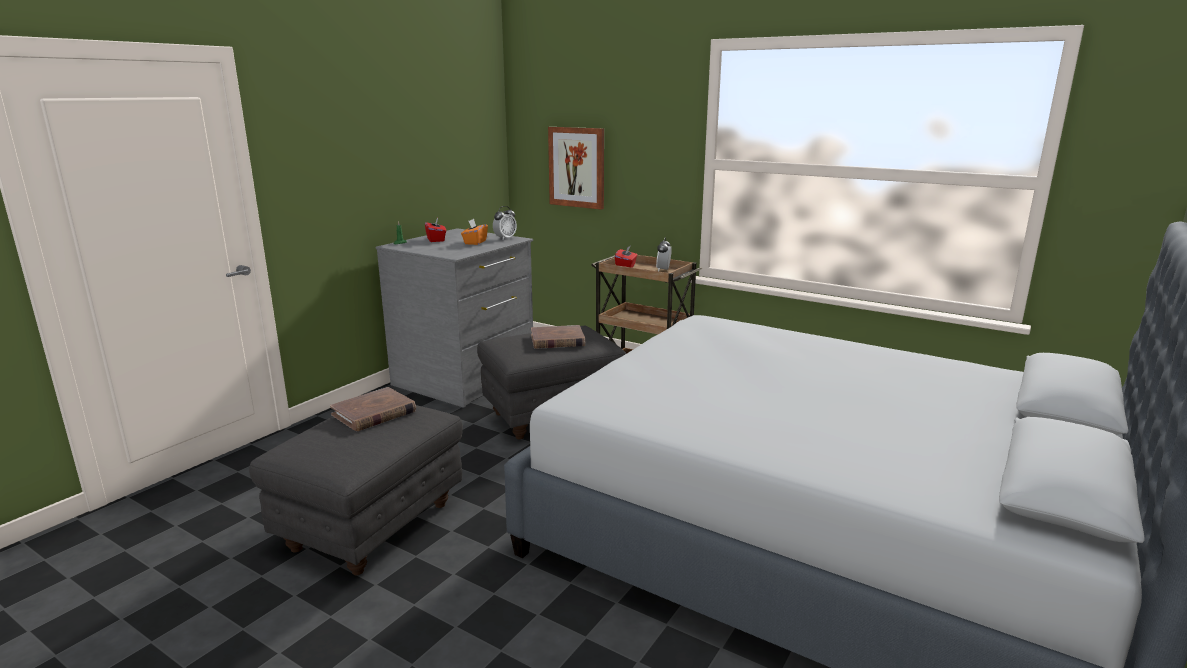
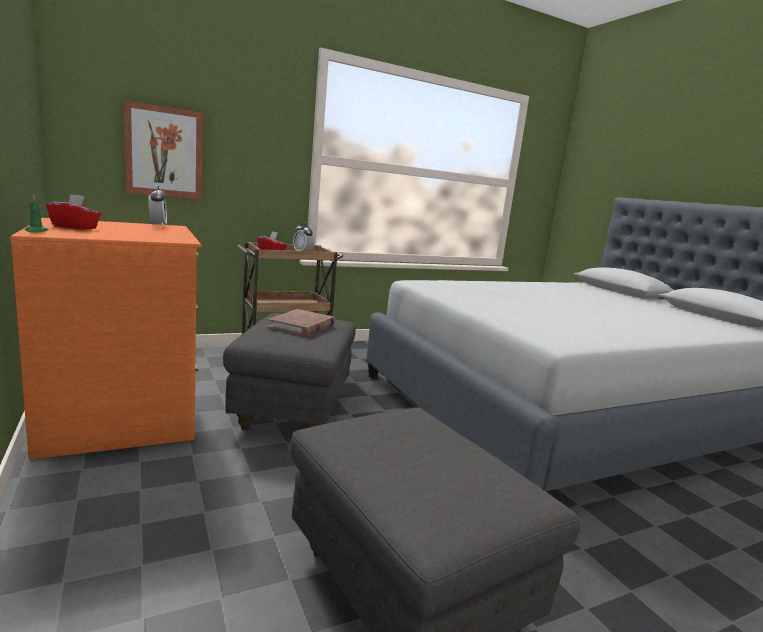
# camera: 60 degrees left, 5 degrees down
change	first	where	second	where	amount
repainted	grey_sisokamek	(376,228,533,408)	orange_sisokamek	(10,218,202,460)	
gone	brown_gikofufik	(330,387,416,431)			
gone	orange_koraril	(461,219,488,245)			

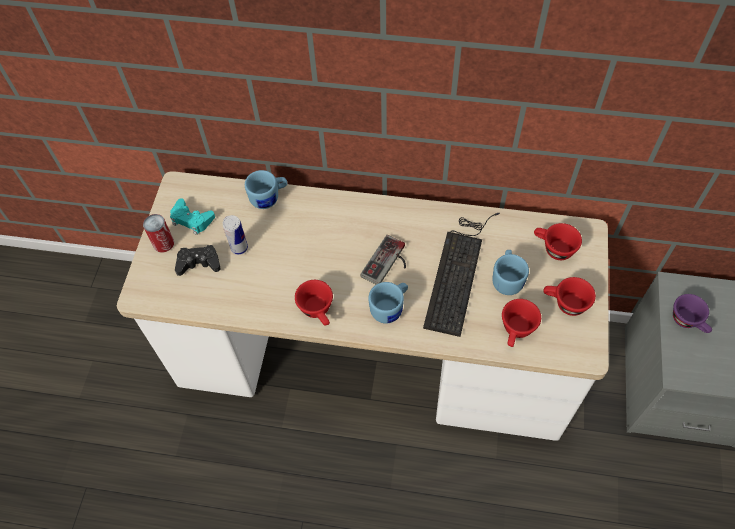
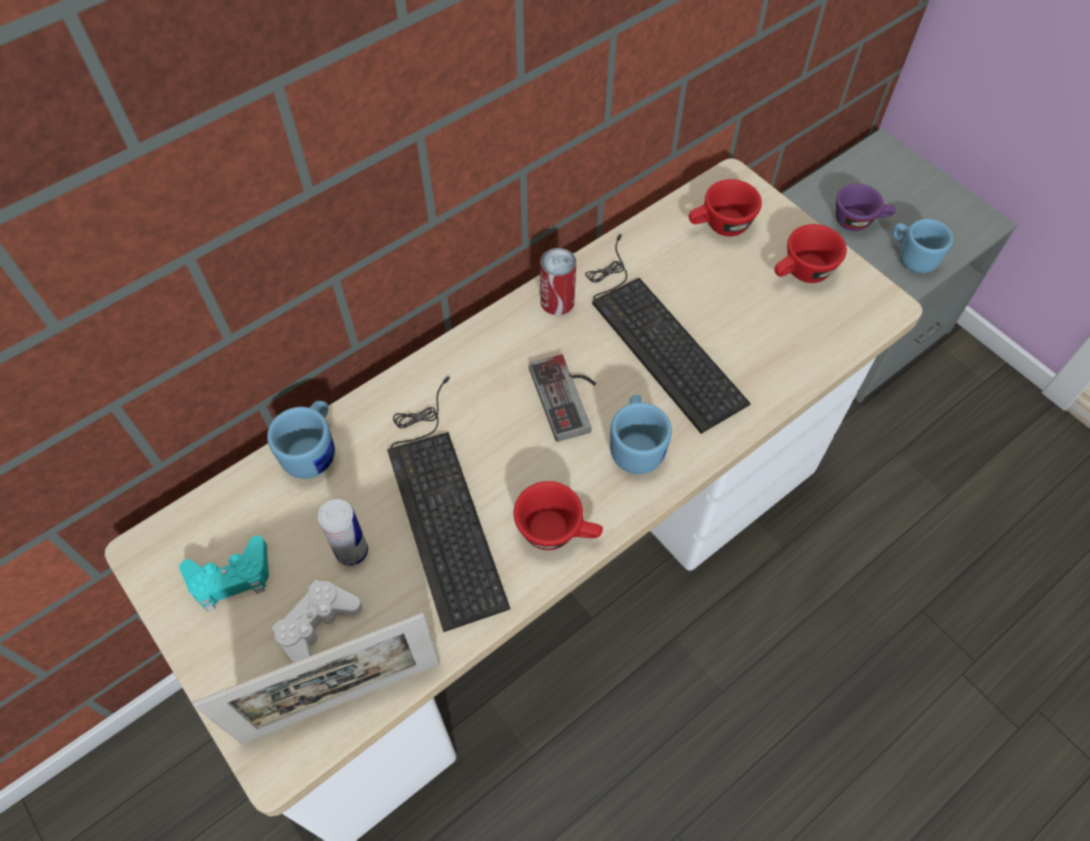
# camera: 50 degrees left, 0 degrees up
change	first	where	second	where	amount
new			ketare	(192,613,440,744)	
repainted	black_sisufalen	(175,245,221,276)	white_sisufalen	(272,580,362,663)	
new			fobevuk	(387,376,510,632)	
shifted	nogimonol	(143,214,174,253)		(540,248,577,315)	
shifted	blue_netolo	(492,250,529,295)		(893,219,953,273)	
gone	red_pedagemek	(502,299,541,347)			

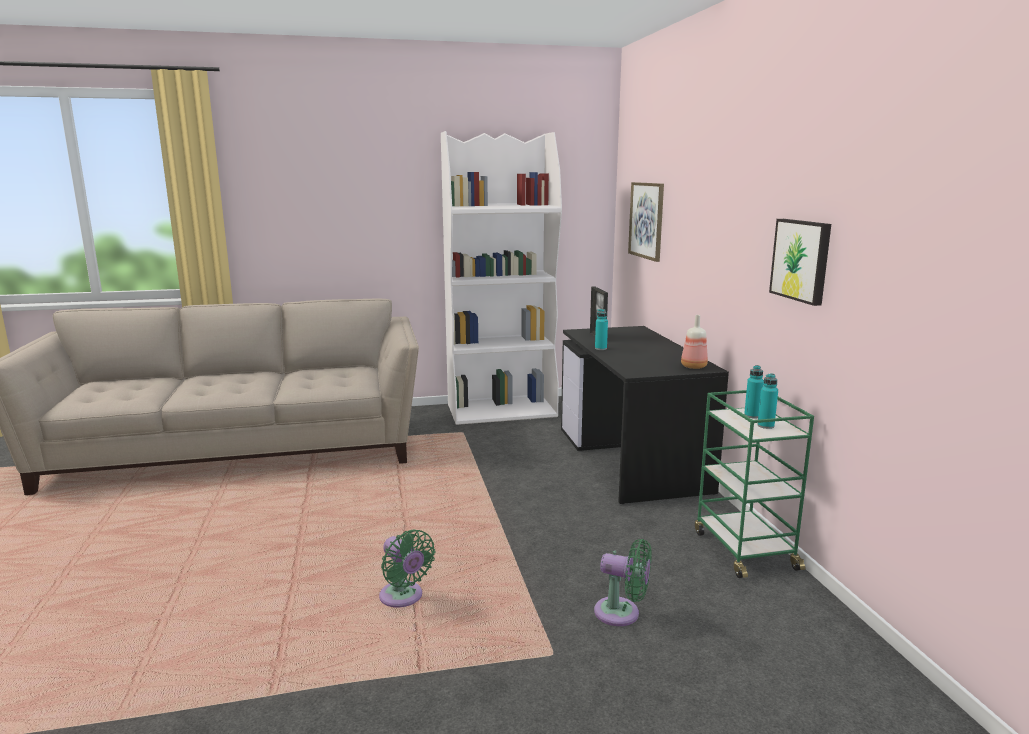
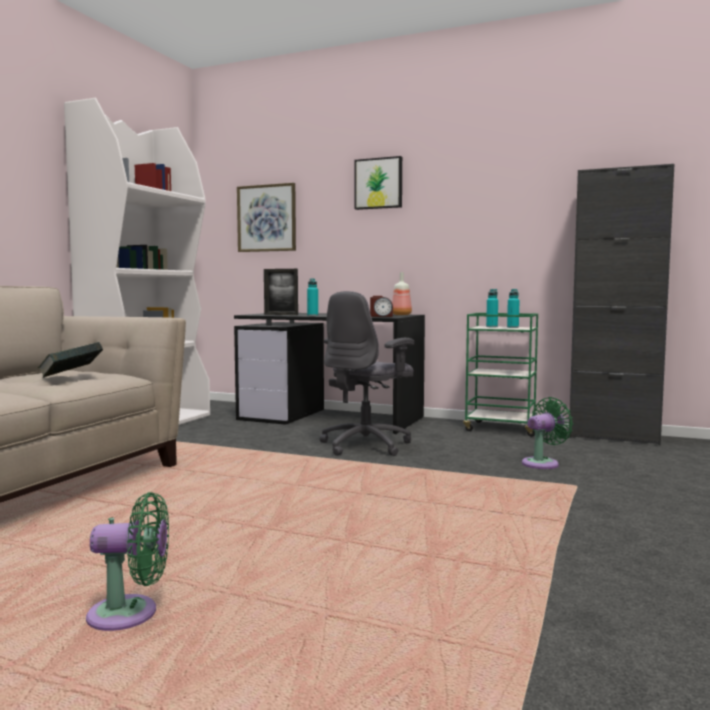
# camera: 55 degrees left, 10 degrees down
change	first	where	second	where	amount
new			gikofufik	(38,342,103,378)	
shifted	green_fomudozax	(379,529,435,607)		(86,492,169,631)	
new			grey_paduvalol	(320,291,414,456)	
shifted	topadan	(769,219,831,306)		(355,156,402,210)	
new			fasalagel	(370,296,393,317)	
new			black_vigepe	(569,164,675,445)	

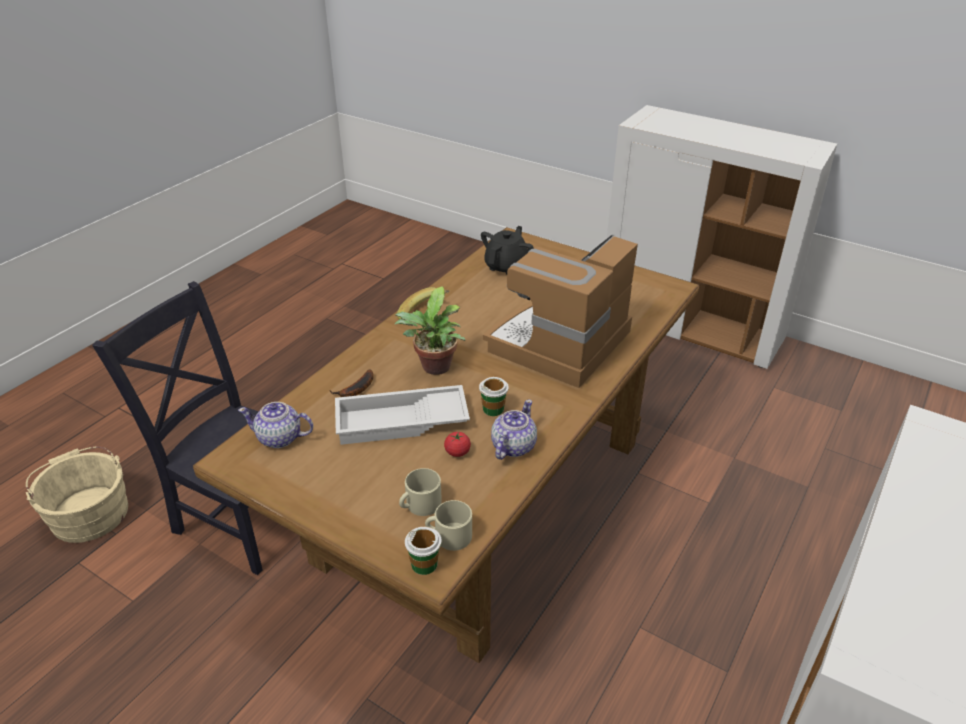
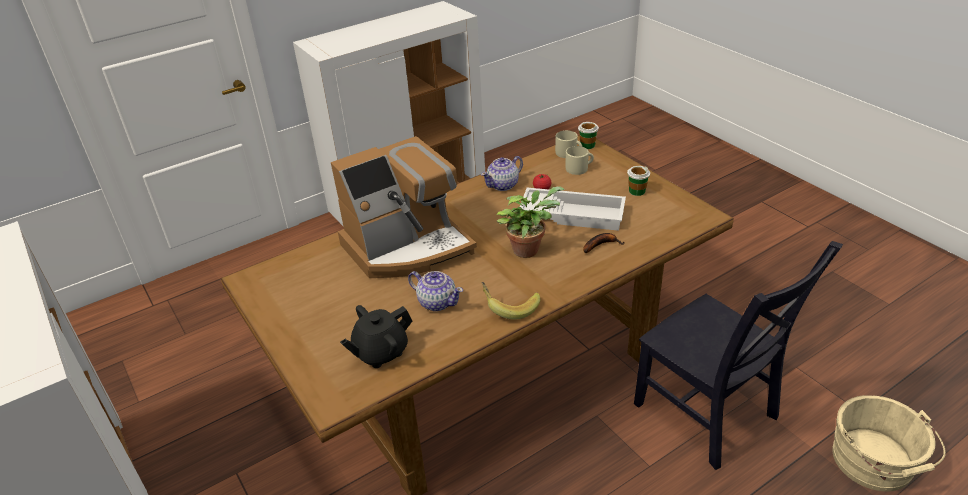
# camera: 155 degrees left, 0 degrees up
change	first	where	second	where	amount
shifted	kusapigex	(238,402,313,448)		(408,271,463,311)	
shifted	pedagemek	(479,377,509,416)		(627,166,650,196)	

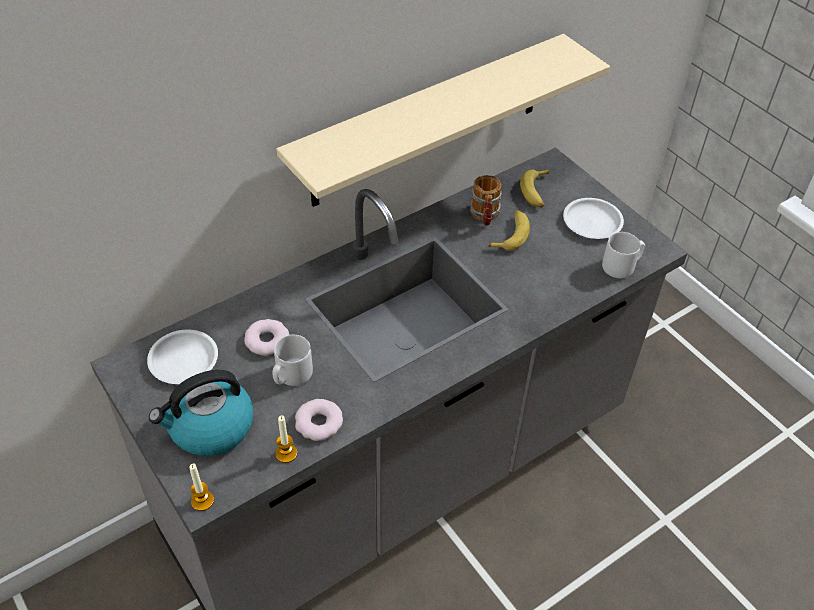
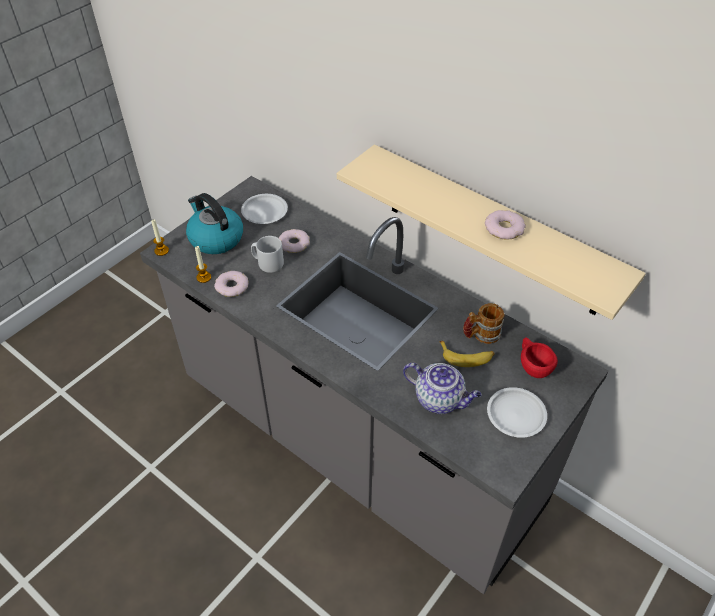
# camera: 75 degrees right, 0 degrees up
change	first	where	second	where	amount
new			kusapigex	(403,363,481,414)	
new			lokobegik	(485,210,526,240)	
swapped	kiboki	(520,169,549,208)	red_pedagemek	(521,337,558,378)	
gone	grey_netolo	(602,232,645,278)			

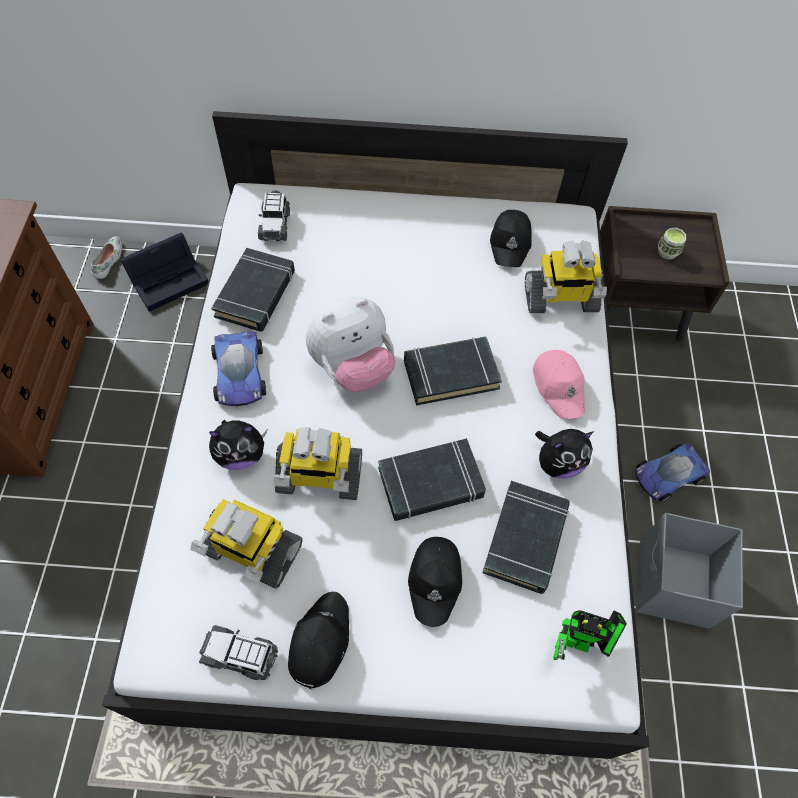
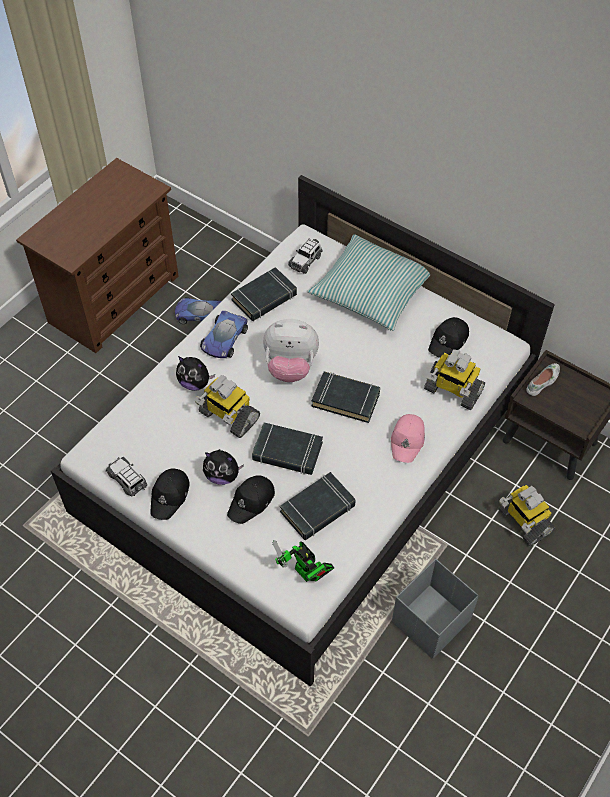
# camera: 35 degrees right, 5 degrees down
change	first	where	second	where	amount
rotated	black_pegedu	(288,592,349,690)		(150,469,190,520)	150 degrees clockwise
shifted	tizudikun	(635,443,710,502)		(175,297,222,324)	
shifted	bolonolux	(535,429,594,479)		(203,449,244,485)	
new			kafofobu	(308,234,430,331)	
shifted	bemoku	(190,499,303,589)		(498,485,555,546)	
shifted	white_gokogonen	(91,236,122,279)		(526,363,560,396)	
gone	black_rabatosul	(120,233,208,312)			
gone	pedagemek	(658,228,686,259)			

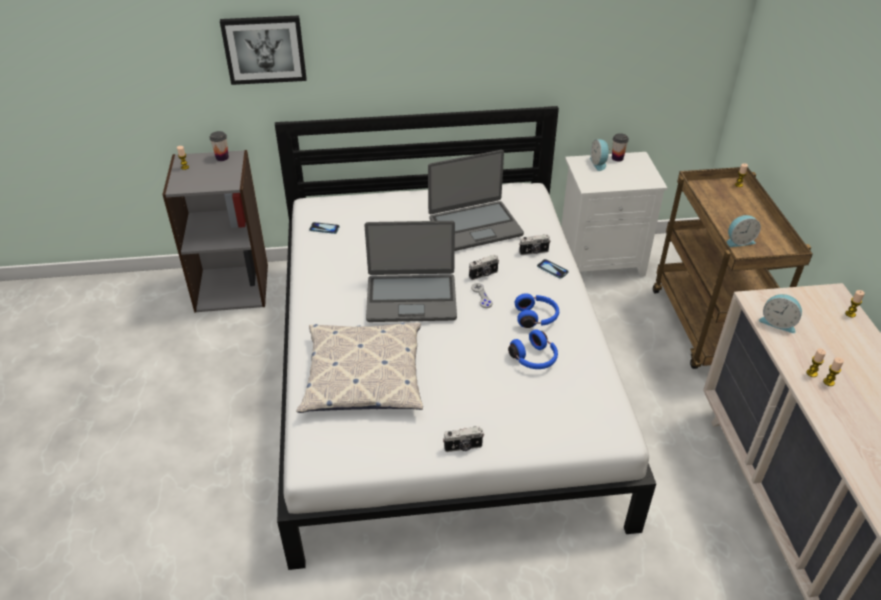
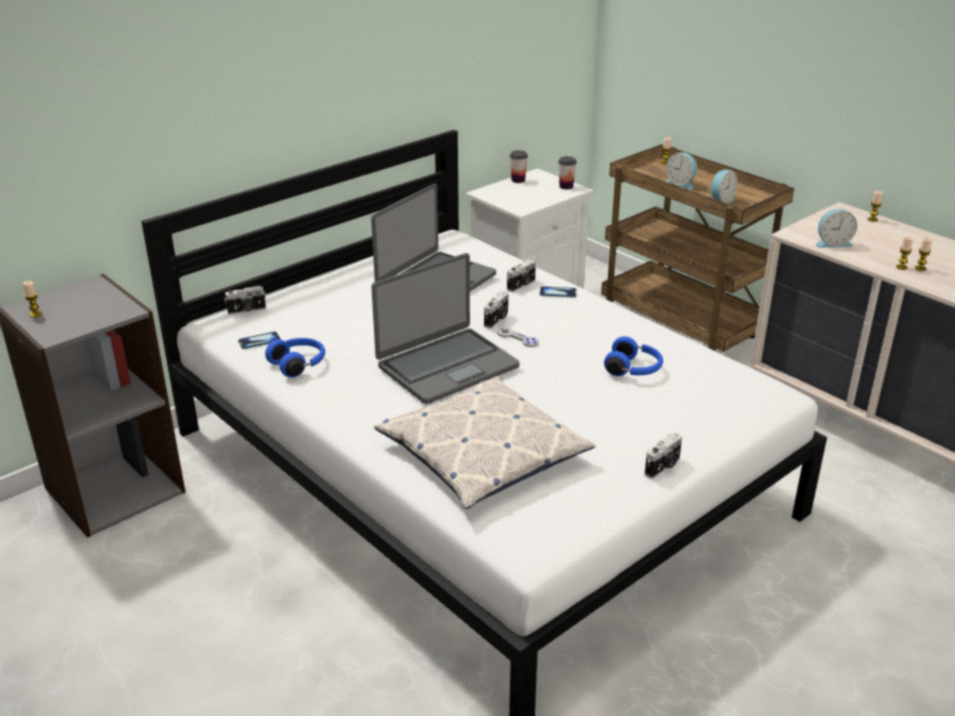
# camera: 35 degrees left, 10 degrees down
change	first	where	second	where	amount
new			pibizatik	(224,286,266,315)	
shifted	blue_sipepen	(515,294,559,328)		(265,338,325,378)	
shifted	pedagemek	(210,131,229,161)		(558,156,577,189)	
shifted	fasalagel	(590,139,610,171)		(666,152,697,190)	
gone	topadan	(220,15,307,85)			

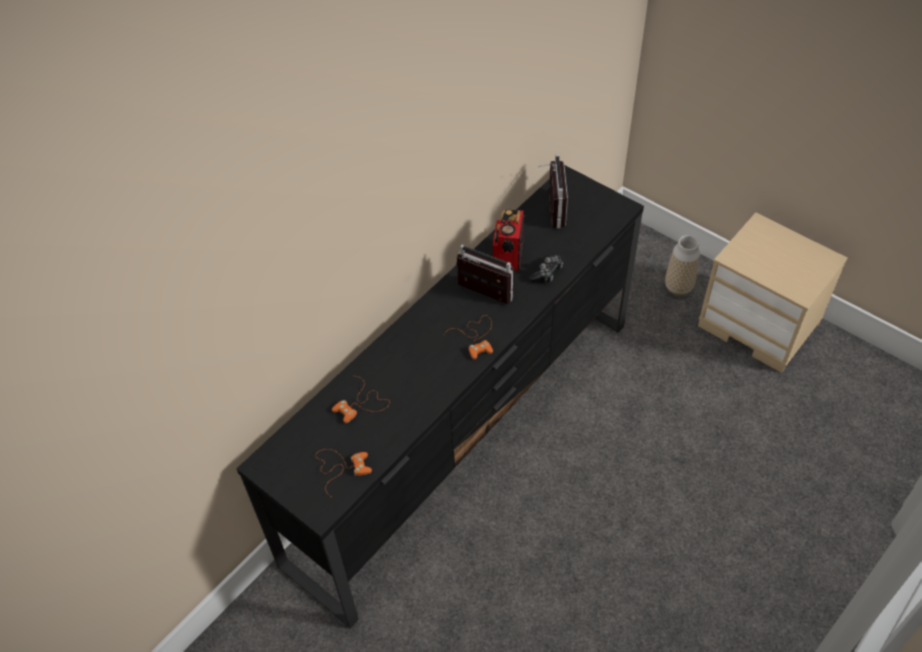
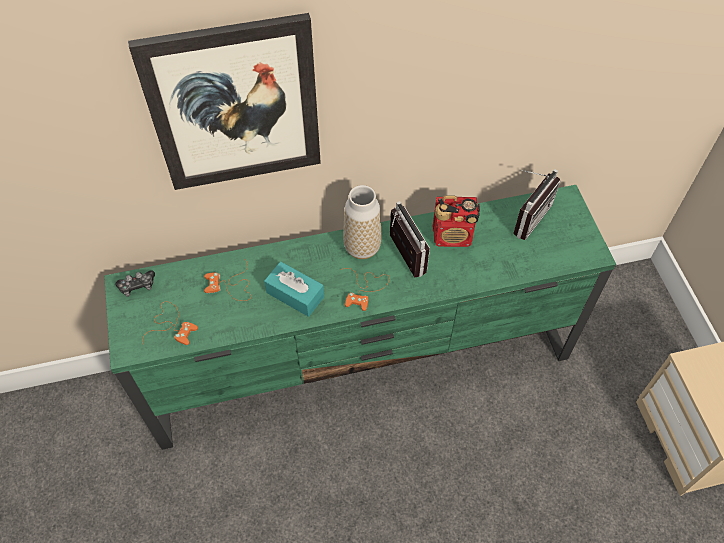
# camera: 35 degrees right, 5 degrees up
change	first	where	second	where	amount
repainted	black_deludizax	(236,165,644,629)	green_deludizax	(104,185,616,450)	
shifted	sisufalen	(529,255,563,282)		(116,270,155,297)	
new			topadan	(128,13,321,190)	
new			turquoise_koraril	(264,262,324,317)	
shifted	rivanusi	(665,235,700,295)		(343,185,382,259)	
rotated	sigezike	(493,209,524,271)		(433,195,480,247)	135 degrees counterclockwise

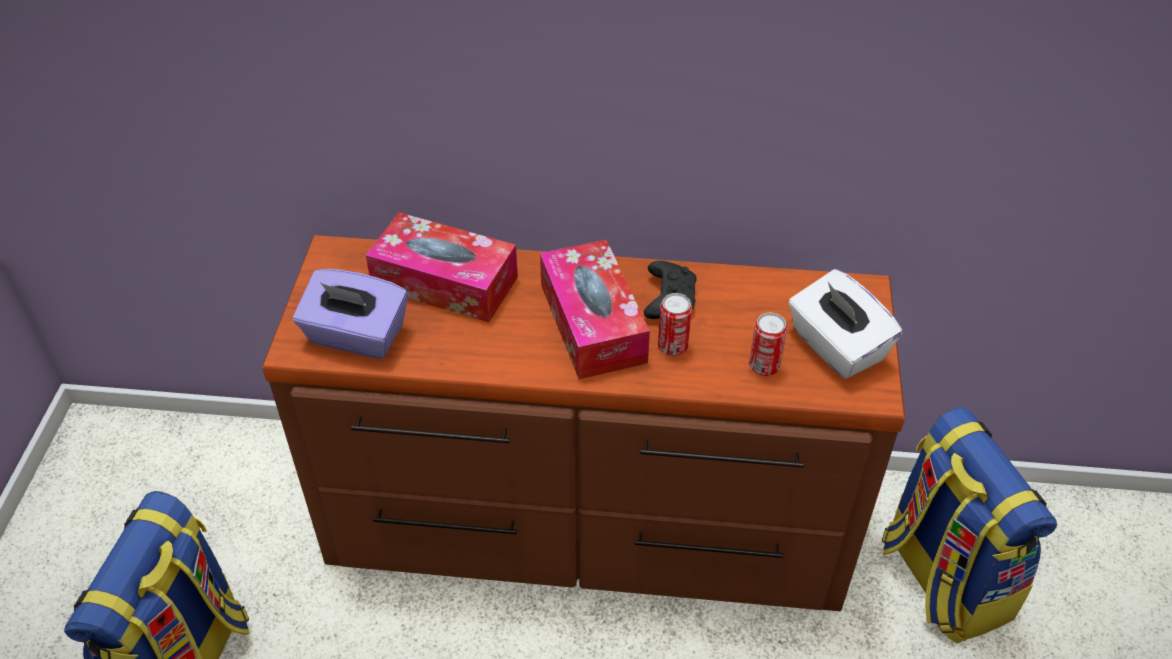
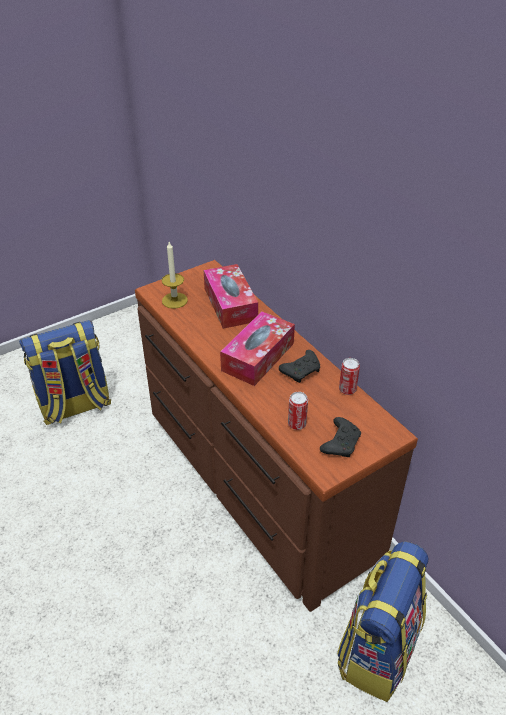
# camera: 50 degrees right, 5 degrees down
change	first	where	second	where	amount
swapped	purple_koraril	(293,269,408,359)	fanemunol	(162,242,188,309)	
swapped	white_koraril	(788,269,902,379)	black_sisufalen	(320,417,361,457)	
shifted	nogimonol	(658,293,692,356)		(339,358,360,395)	

